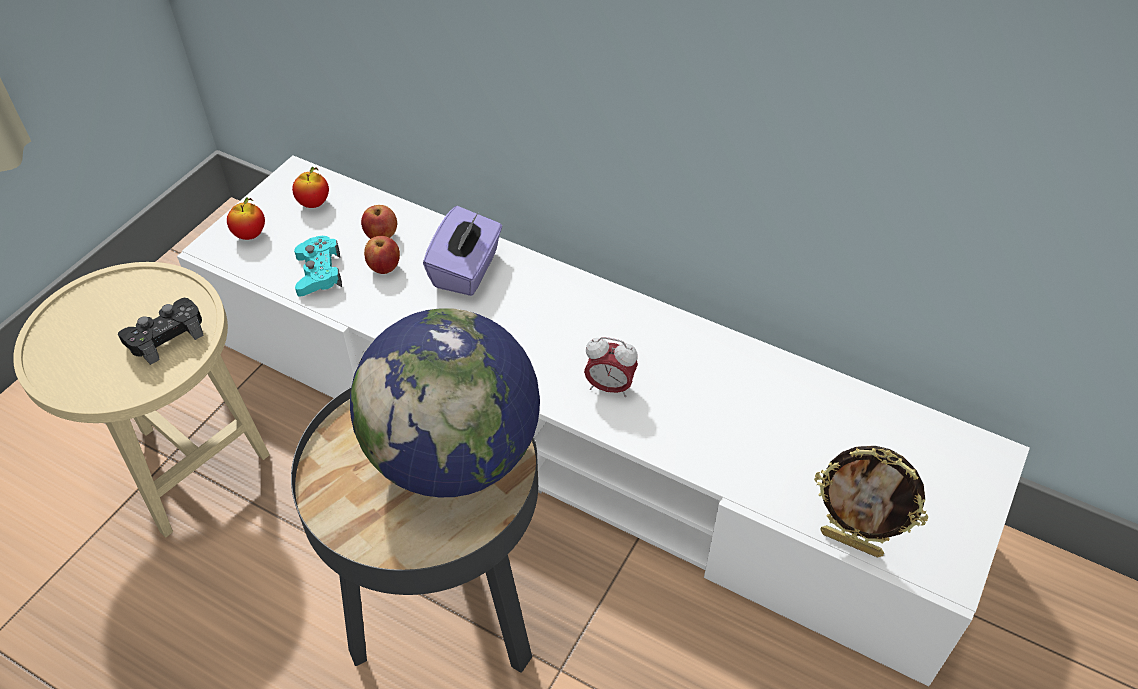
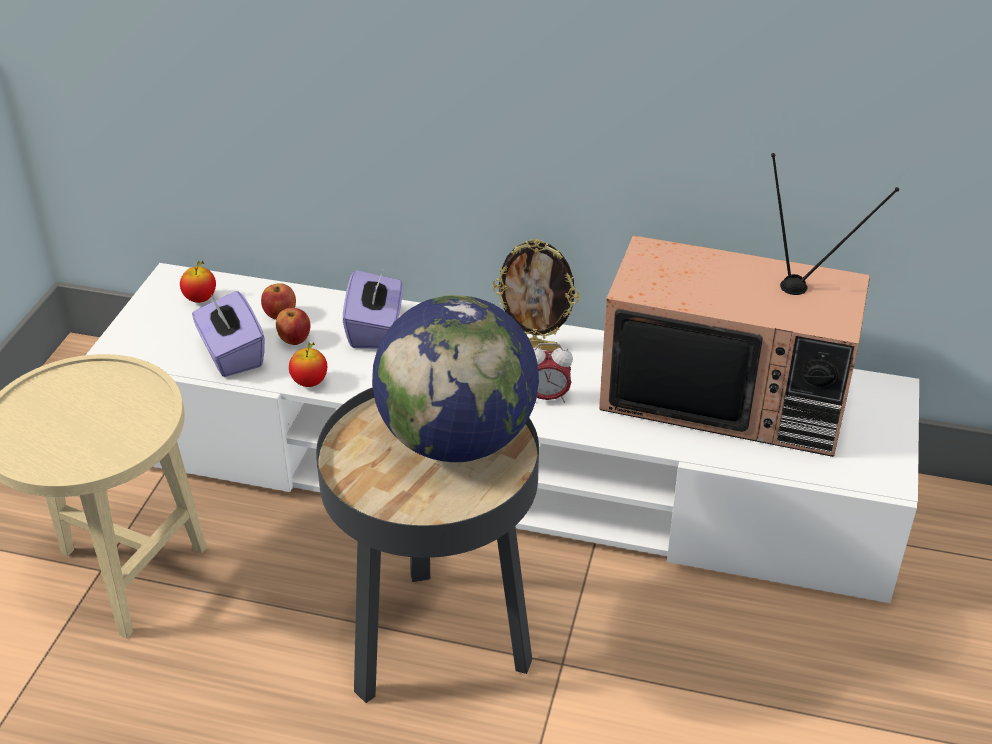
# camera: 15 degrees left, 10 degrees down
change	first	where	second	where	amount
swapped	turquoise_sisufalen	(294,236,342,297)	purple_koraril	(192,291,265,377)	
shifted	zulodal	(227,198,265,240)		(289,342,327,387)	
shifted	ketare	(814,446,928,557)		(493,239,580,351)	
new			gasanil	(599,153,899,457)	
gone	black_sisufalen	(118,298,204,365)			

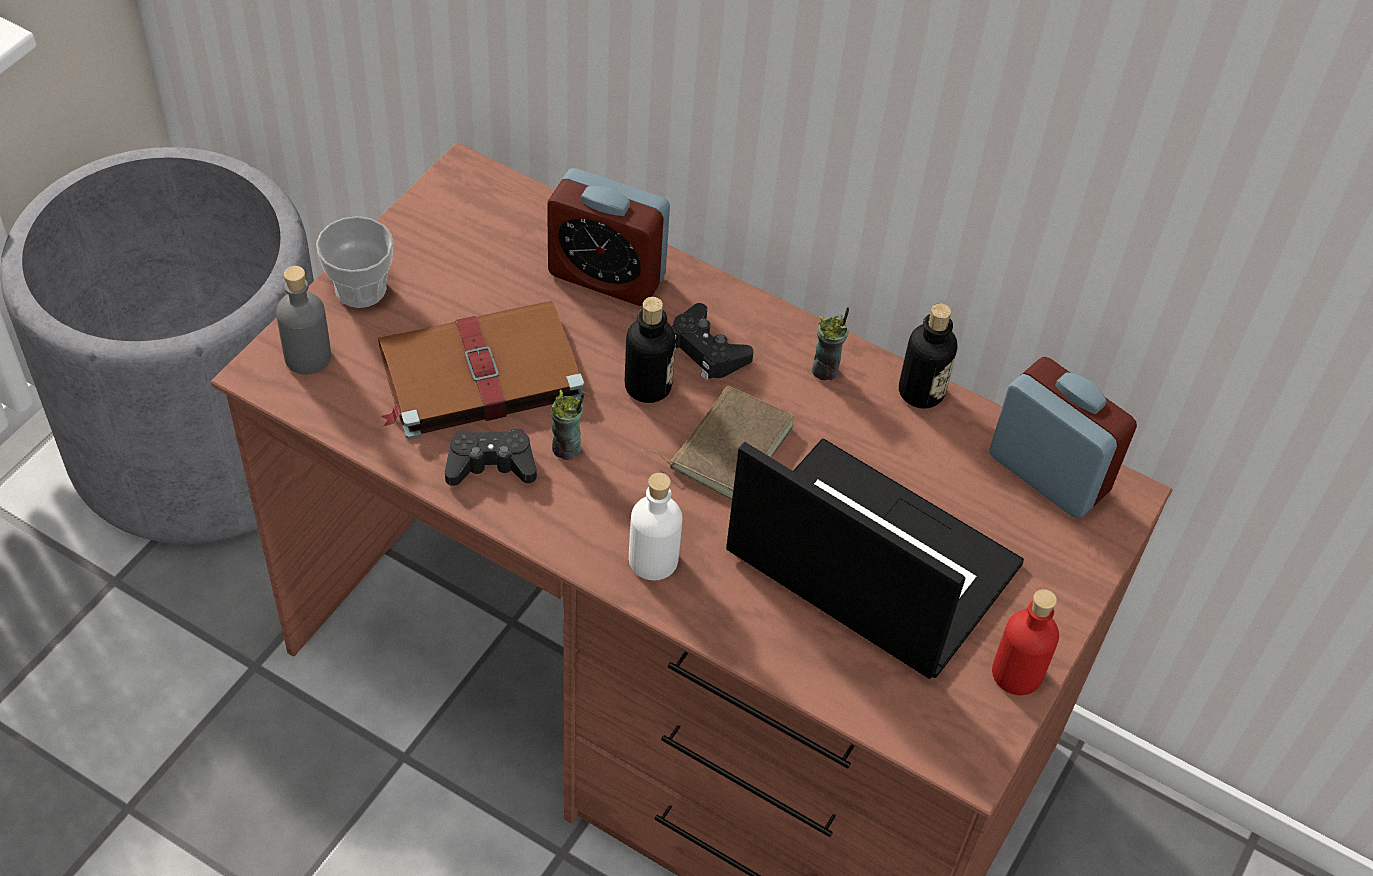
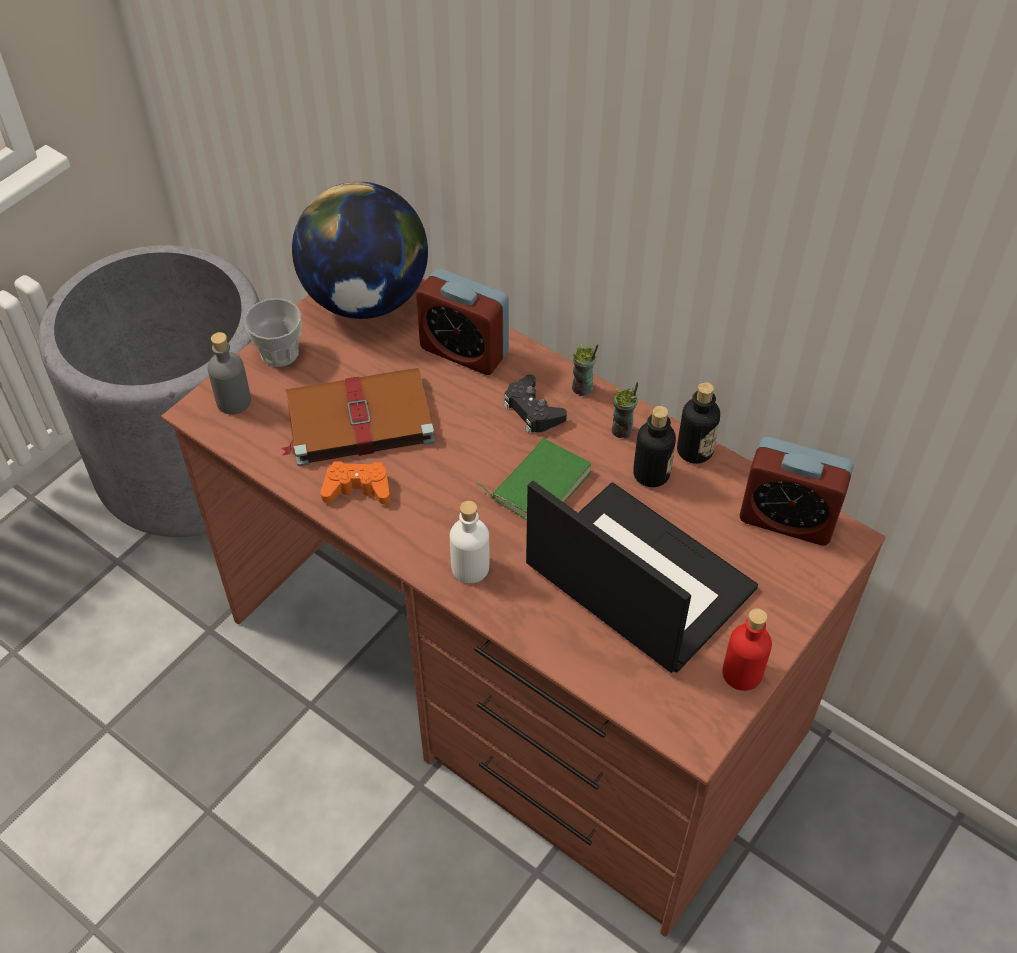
# camera: 10 degrees right, 0 degrees up
change	first	where	second	where	amount
new			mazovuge	(292,182,428,319)	
repainted	black_sisufalen	(445,428,537,486)	orange_sisufalen	(320,461,390,504)	
repainted	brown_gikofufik	(648,386,794,501)	green_gikofufik	(477,438,592,520)	
shifted	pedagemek	(550,390,585,460)		(572,343,598,396)	
shifted	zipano	(625,297,675,403)		(633,406,676,487)	
rotated	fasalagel	(990,357,1137,518)		(739,437,854,546)	150 degrees clockwise

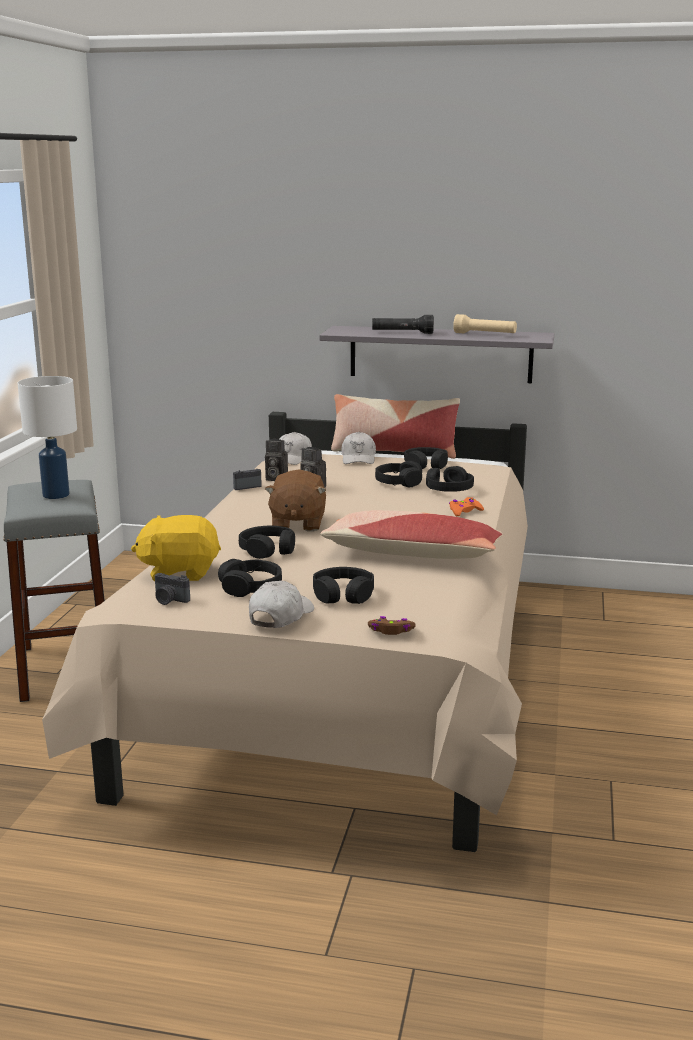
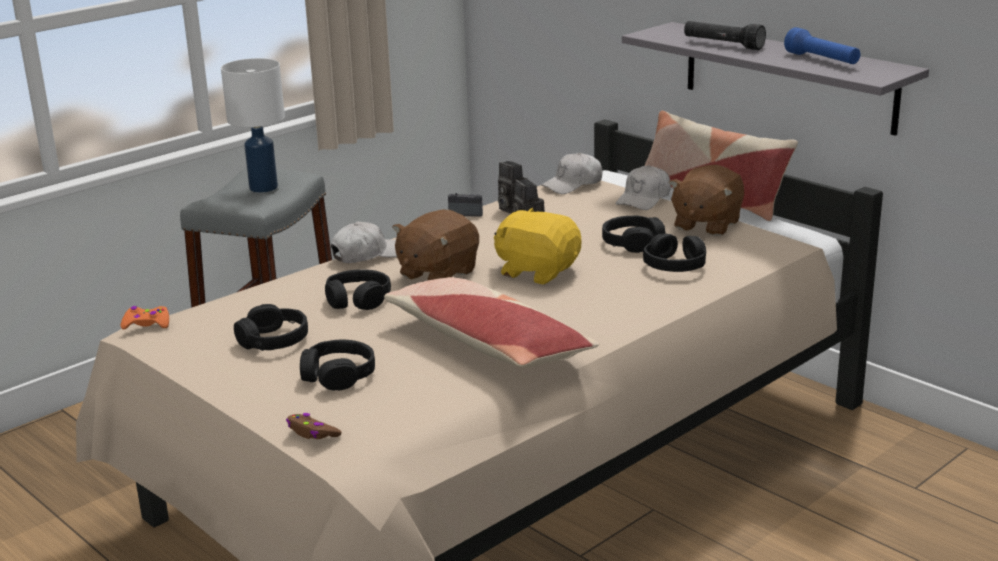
# camera: 35 degrees right, 5 degrees up
change	first	where	second	where	amount
shifted	orange_sisufalen	(449,497,484,516)		(121,306,169,329)	
shifted	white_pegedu	(249,581,314,628)		(331,222,397,263)	
shifted	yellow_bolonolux	(131,515,221,581)		(494,207,581,285)	
swapped	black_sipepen	(404,447,448,469)	brown_bolonolux	(669,165,744,236)	
repainted	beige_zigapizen	(453,314,517,333)	blue_zigapizen	(784,27,860,64)	
gone	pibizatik	(155,573,190,605)			

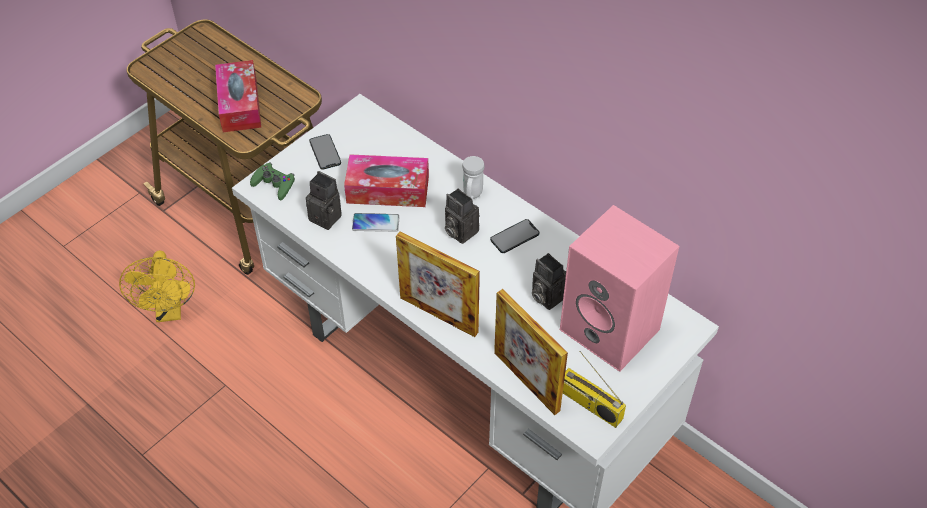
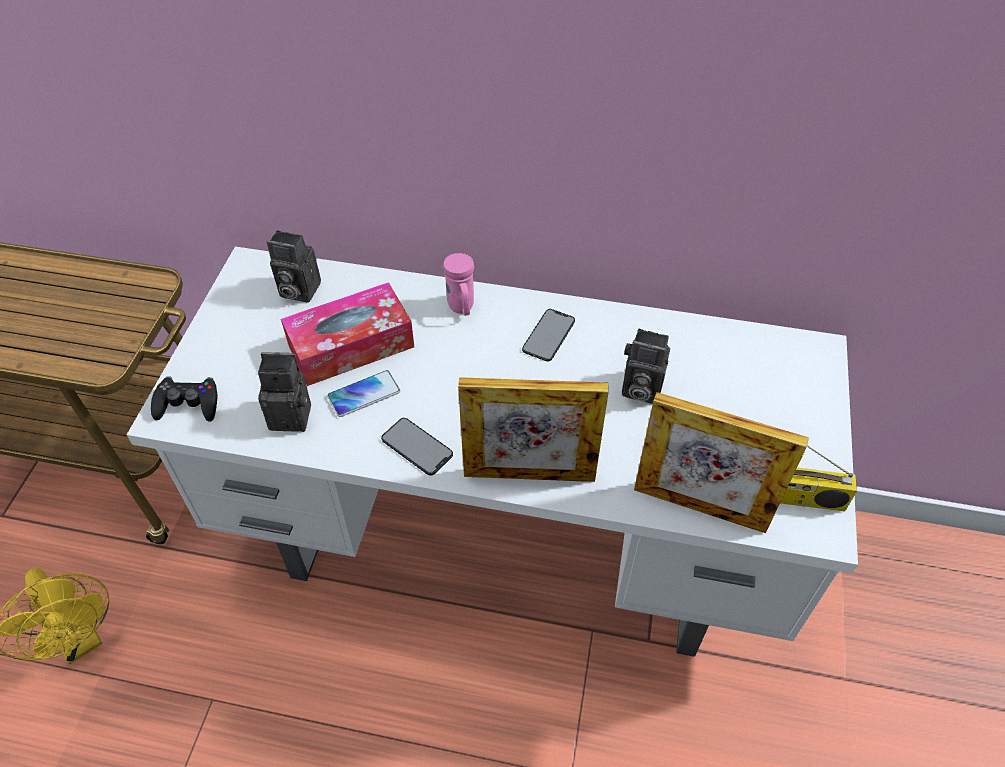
# camera: 30 degrees left, 0 degrees up
change	first	where	second	where	amount
repainted	green_sisufalen	(250,162,295,200)	black_sisufalen	(151,376,217,422)	
shifted	pibizatik	(445,188,480,244)		(267,230,321,303)	
shifted	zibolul	(309,134,341,170)		(381,418,453,476)	
repainted	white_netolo	(462,156,485,200)	pink_netolo	(443,253,474,316)	
gone	koraril	(215,60,261,132)			
gone	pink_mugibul	(560,205,679,372)			

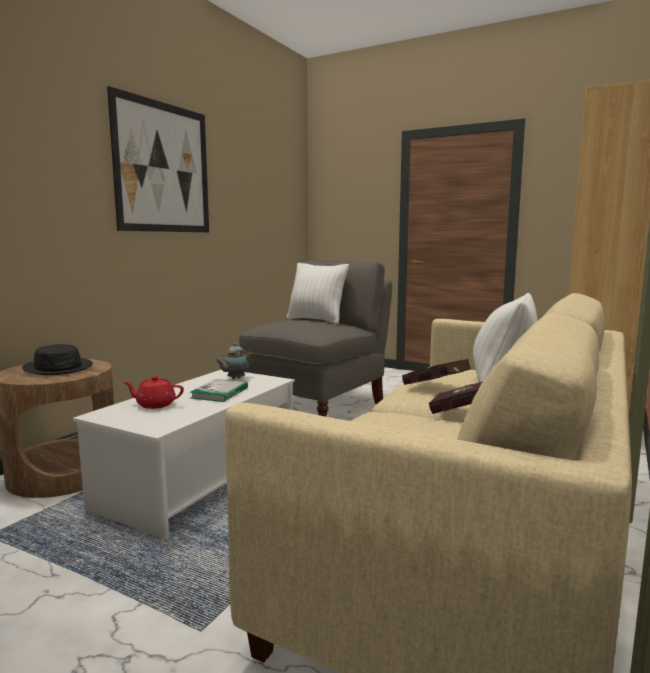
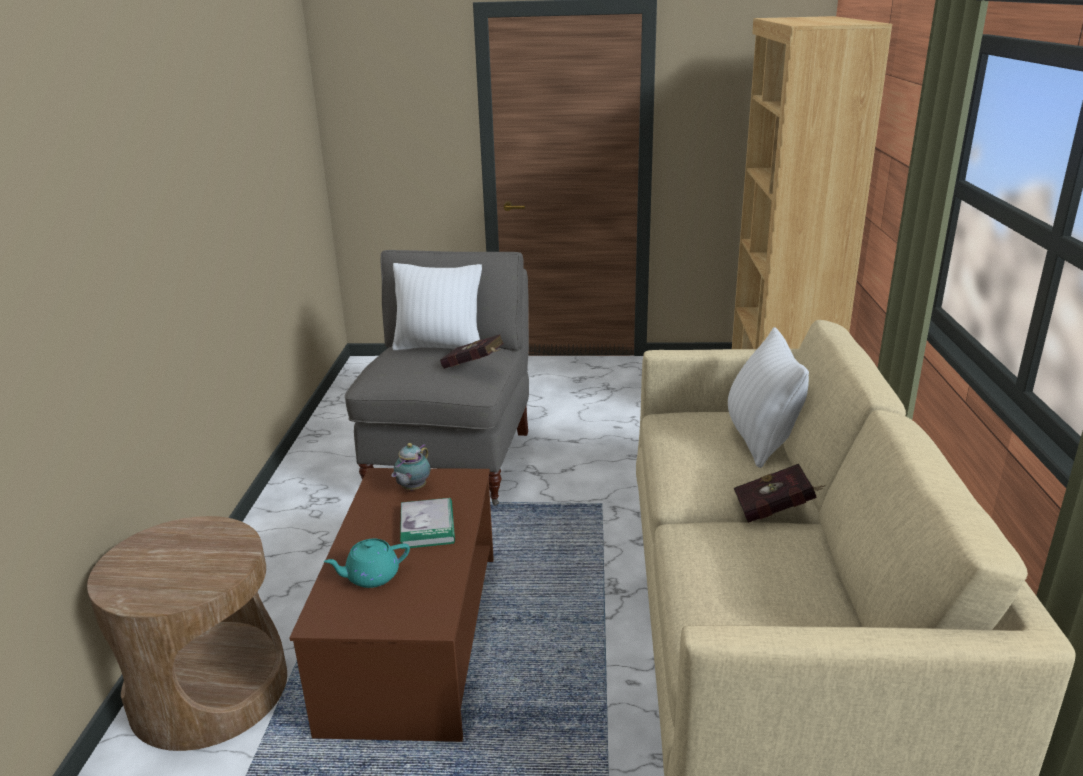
# camera: 25 degrees left, 15 degrees up
change	first	where	second	where	amount
repainted	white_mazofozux	(73,370,295,539)	brown_mazofozux	(289,468,494,742)	
repainted	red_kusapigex	(123,376,184,409)	turquoise_kusapigex	(324,539,410,588)	
shifted	red_gikofufik	(402,359,471,385)		(440,334,504,369)	
gone	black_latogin	(22,344,93,375)			
gone	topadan	(107,86,209,232)			

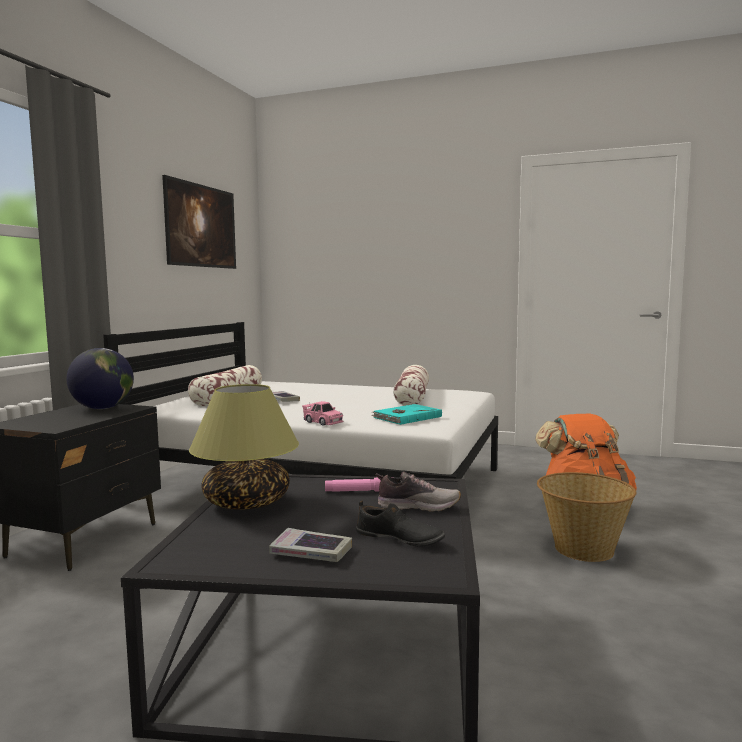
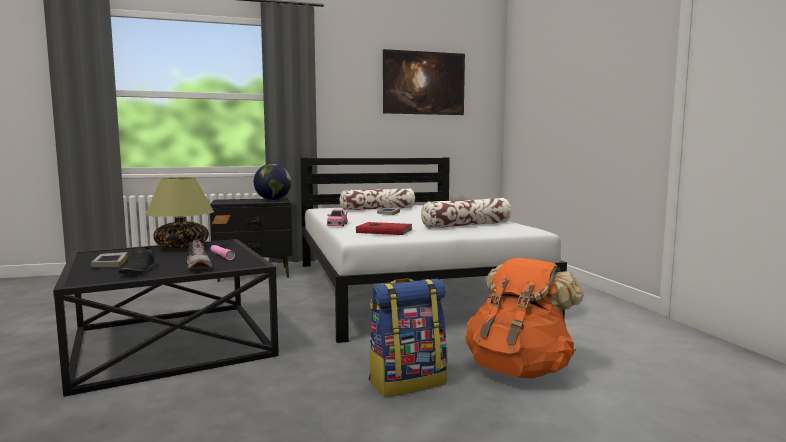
# camera: 55 degrees right, 0 degrees up
change	first	where	second	where	amount
repainted	turquoise_gikofufik	(371,404,442,425)	red_gikofufik	(356,222,412,235)	
swapped	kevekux	(537,472,636,562)	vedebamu	(369,278,447,397)	

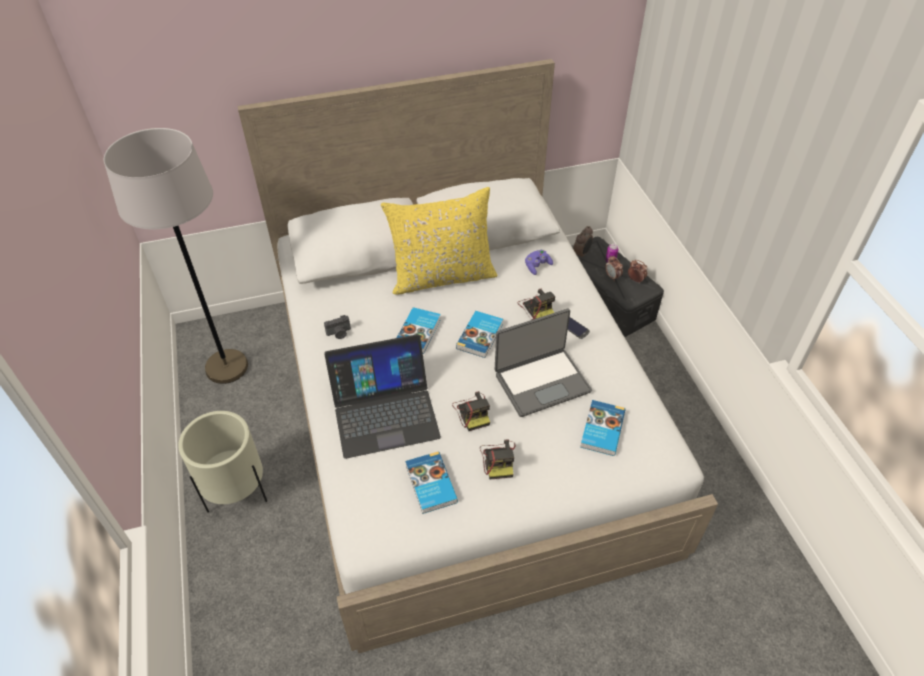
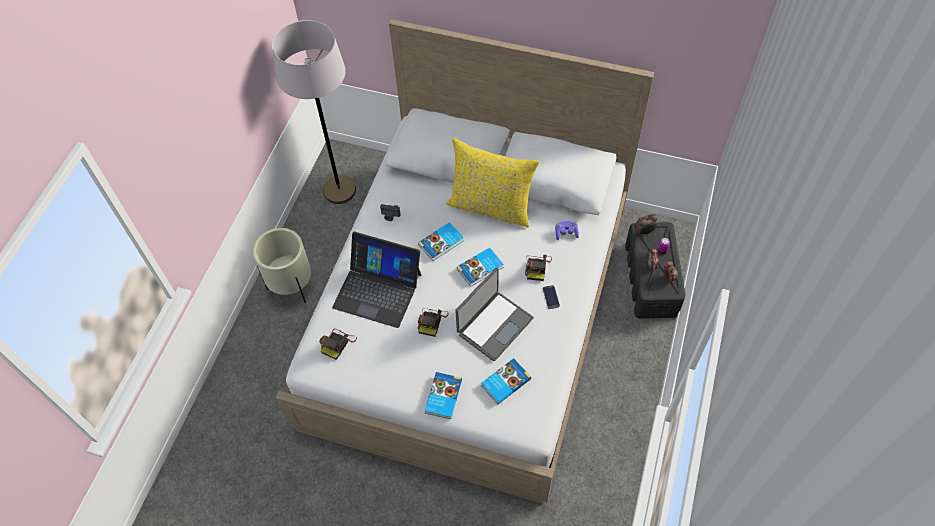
# camera: 35 degrees right, 10 degrees up
change	first	where	second	where	amount
shifted	pibizatik	(480,439,515,480)		(319,329,357,360)	
shifted	gikofufik	(405,451,458,514)		(425,372,462,419)	
rotated	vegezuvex	(495,309,592,417)		(455,267,534,361)	60 degrees counterclockwise

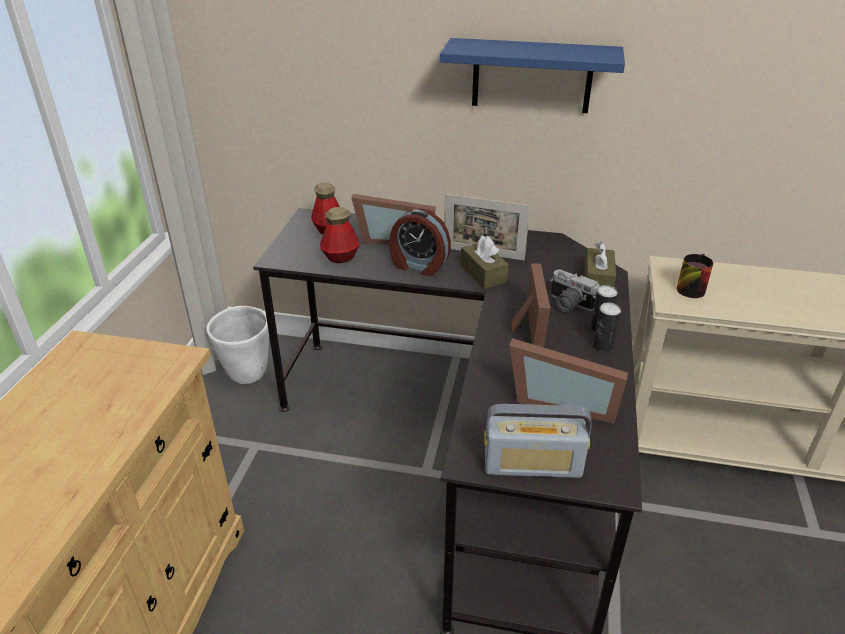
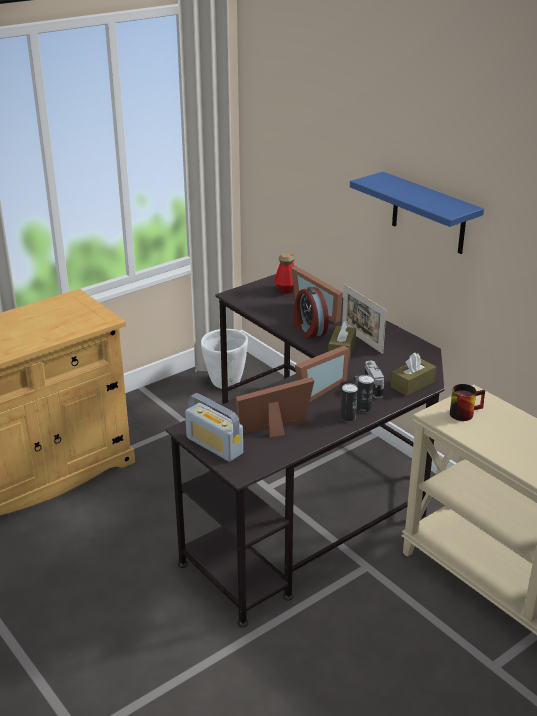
# camera: 40 degrees right, 5 degrees down
change	first	where	second	where	amount
rotated	ketare	(510,338,628,423)		(236,377,314,437)	105 degrees clockwise
gone	zipano	(320,207,360,263)			

